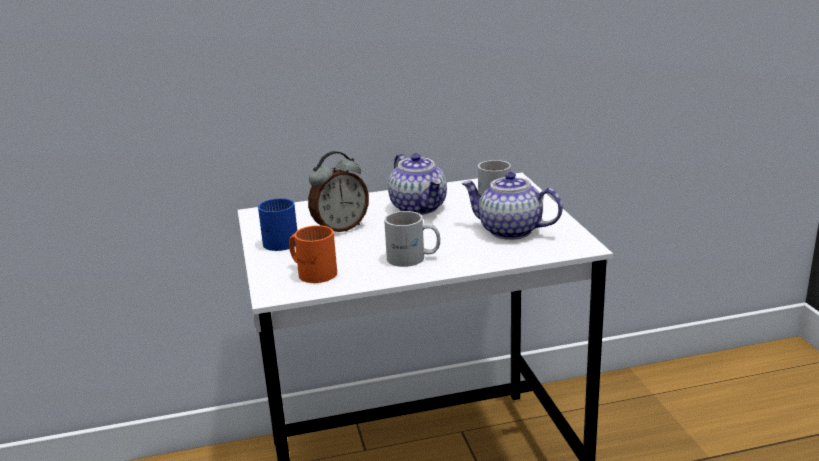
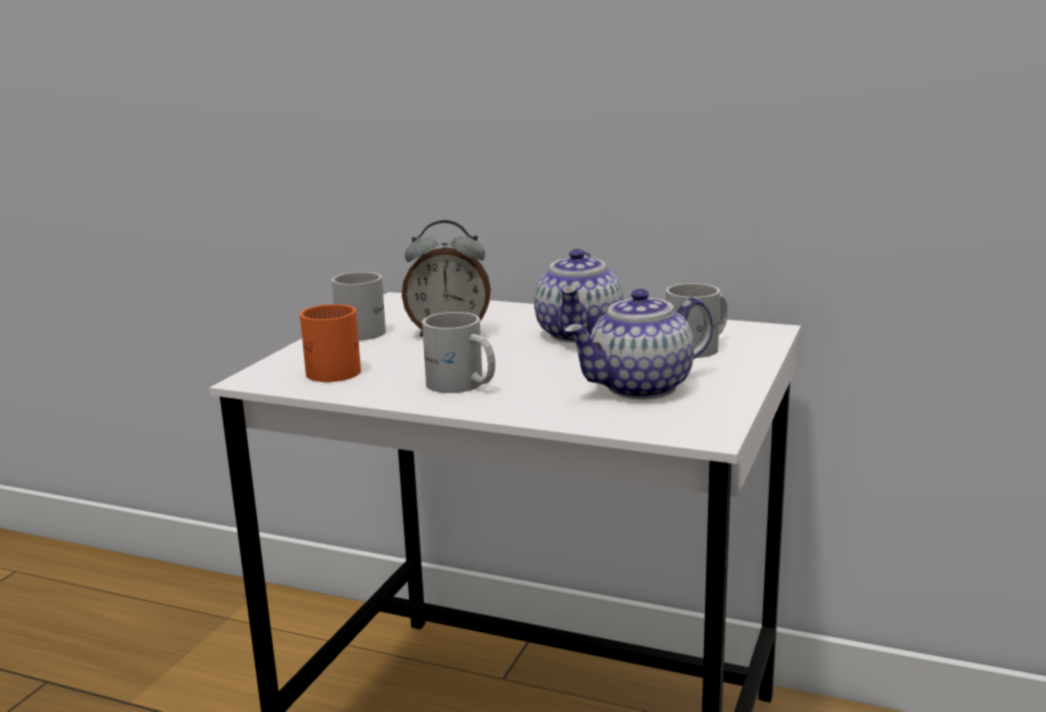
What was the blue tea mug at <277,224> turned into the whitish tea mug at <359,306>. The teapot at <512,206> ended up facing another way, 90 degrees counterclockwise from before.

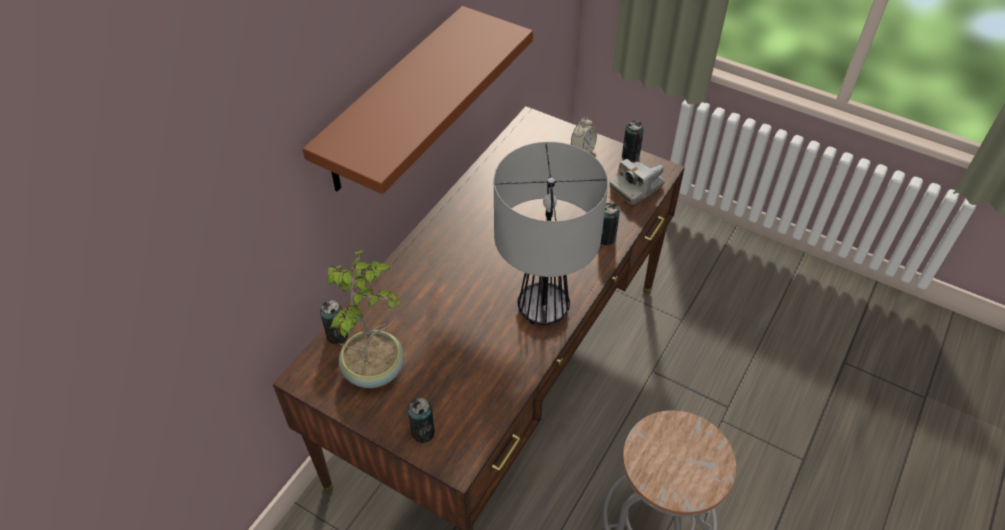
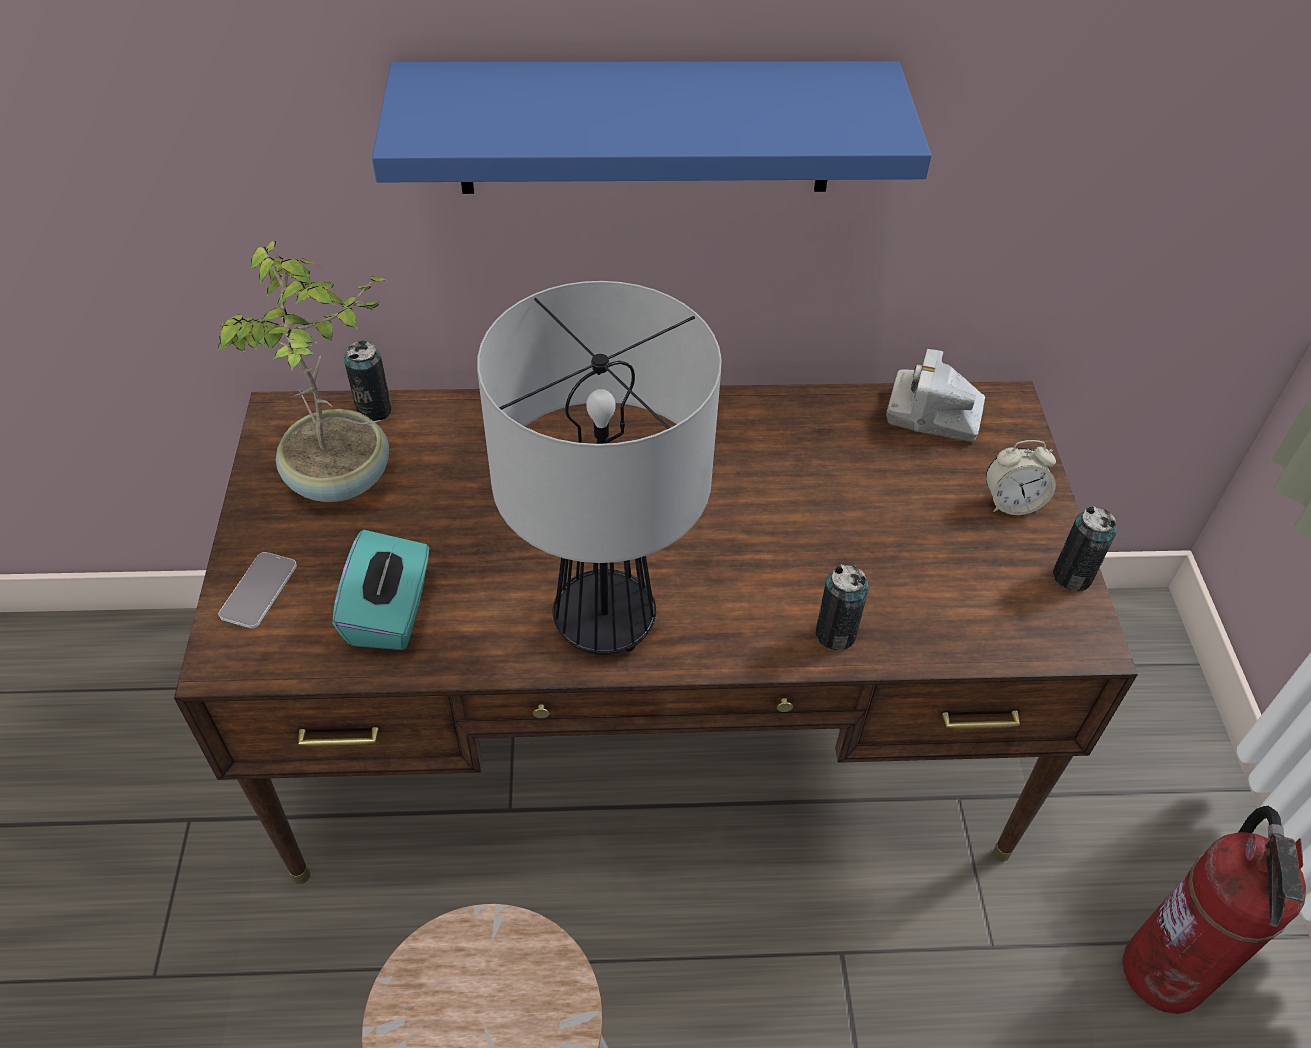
Where the can stood at <421,420>, the handset came to stand at <258,590>. The second view gained the blue-green tissue box at <380,590>. What was the brownish shelf at <418,100> turned into the blue shelf at <651,127>. The photo camera ended up elsewhere, having gone from <637,182> to <935,395>. The second view gained the fire extinguisher at <1214,910>.

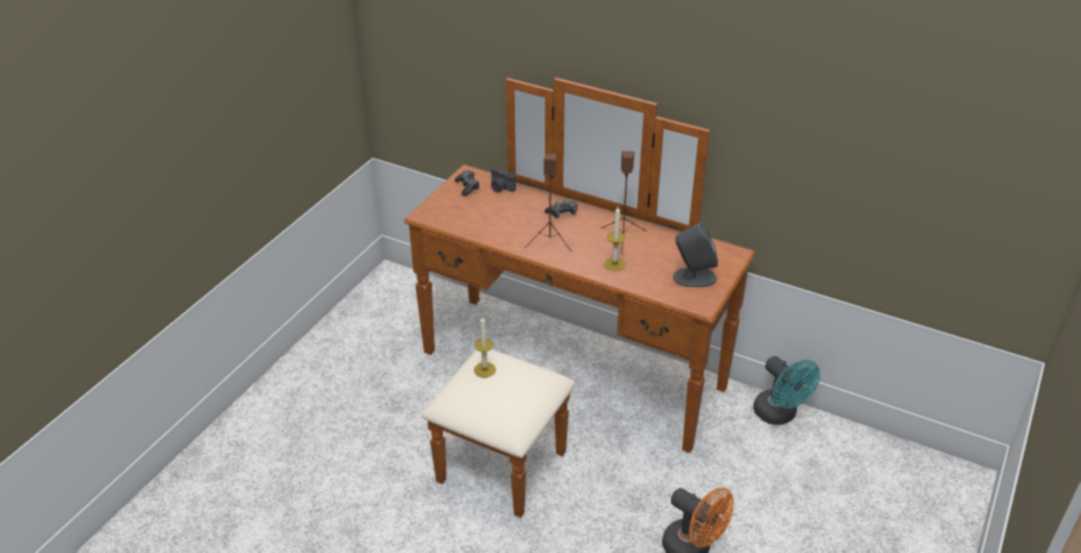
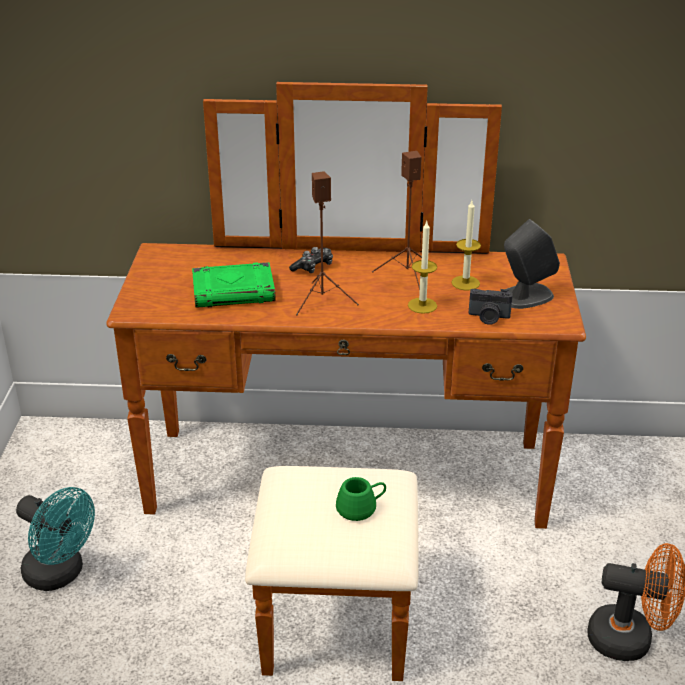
The blue-green fan ended up elsewhere, having gone from <786,390> to <55,539>. The second view gained the green-coloured volume at <234,285>. The second view gained the green-coloured tea mug at <361,499>. The candle ended up elsewhere, having gone from <485,347> to <466,246>. The photo camera ended up elsewhere, having gone from <503,180> to <491,307>. The second view lost the joypad at <467,183>.

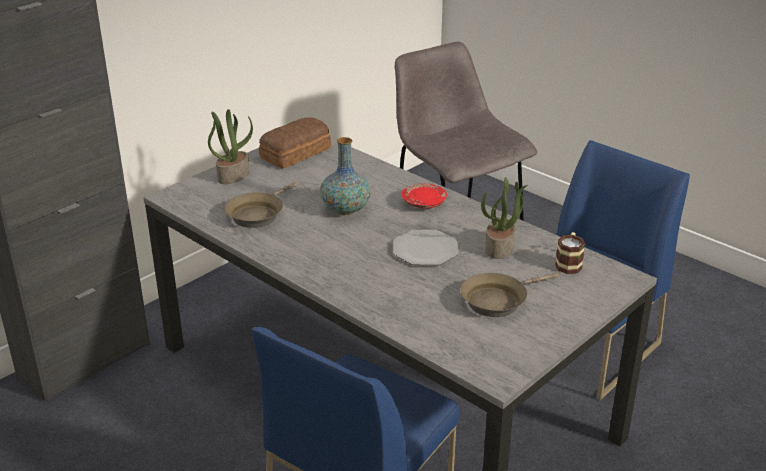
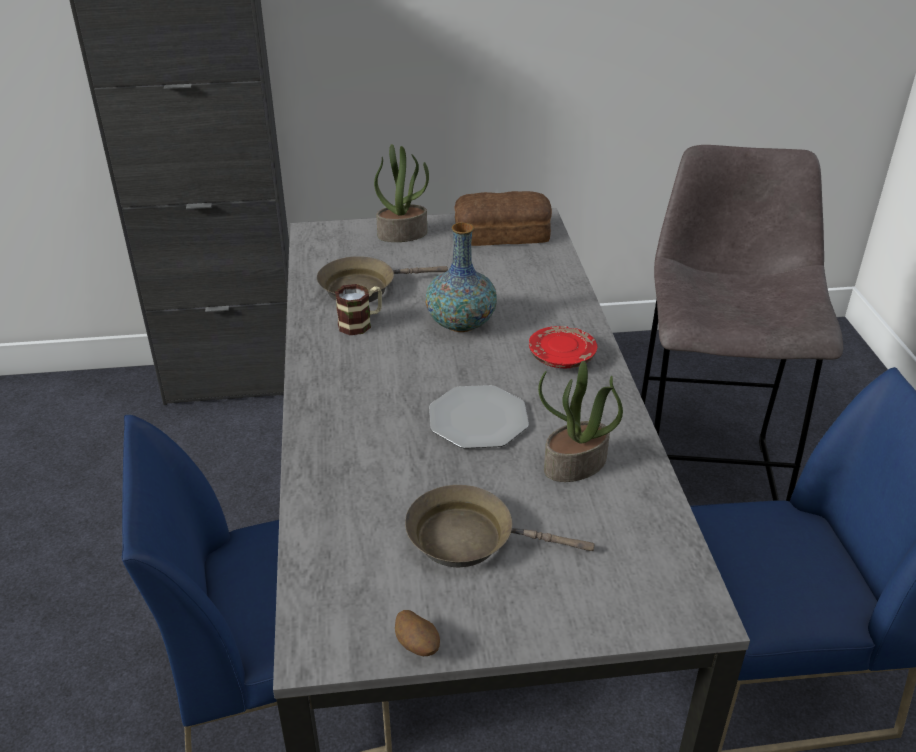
The tea mug ended up elsewhere, having gone from <570,253> to <358,309>. The second view gained the potato at <417,633>.

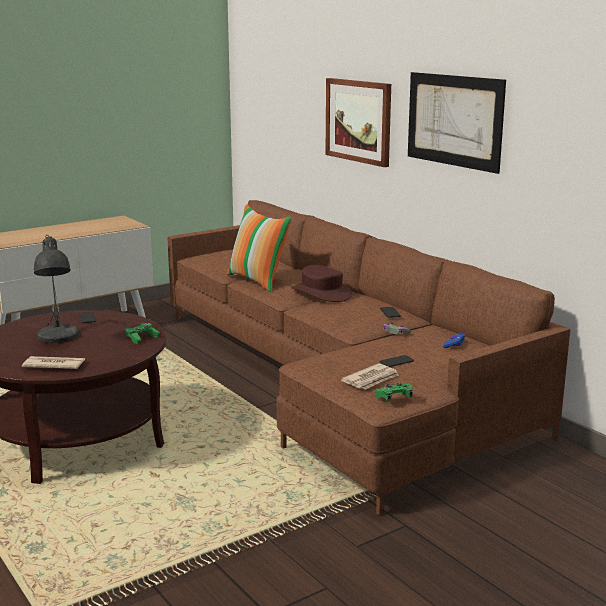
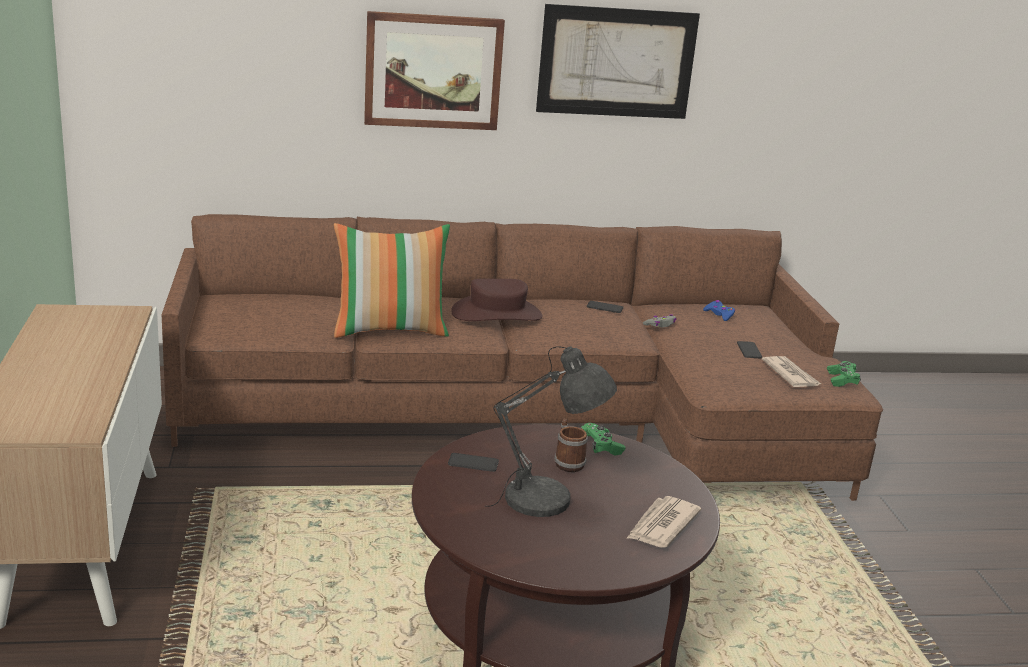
The second view gained the tea mug at <571,445>.

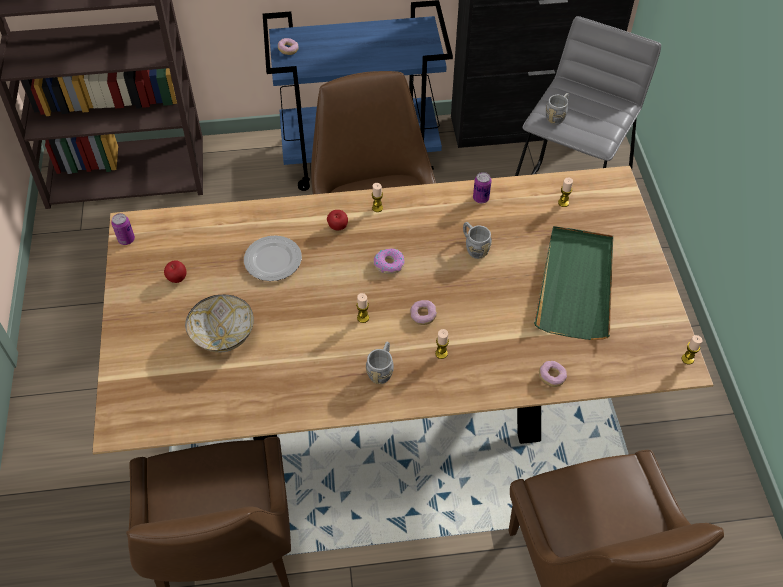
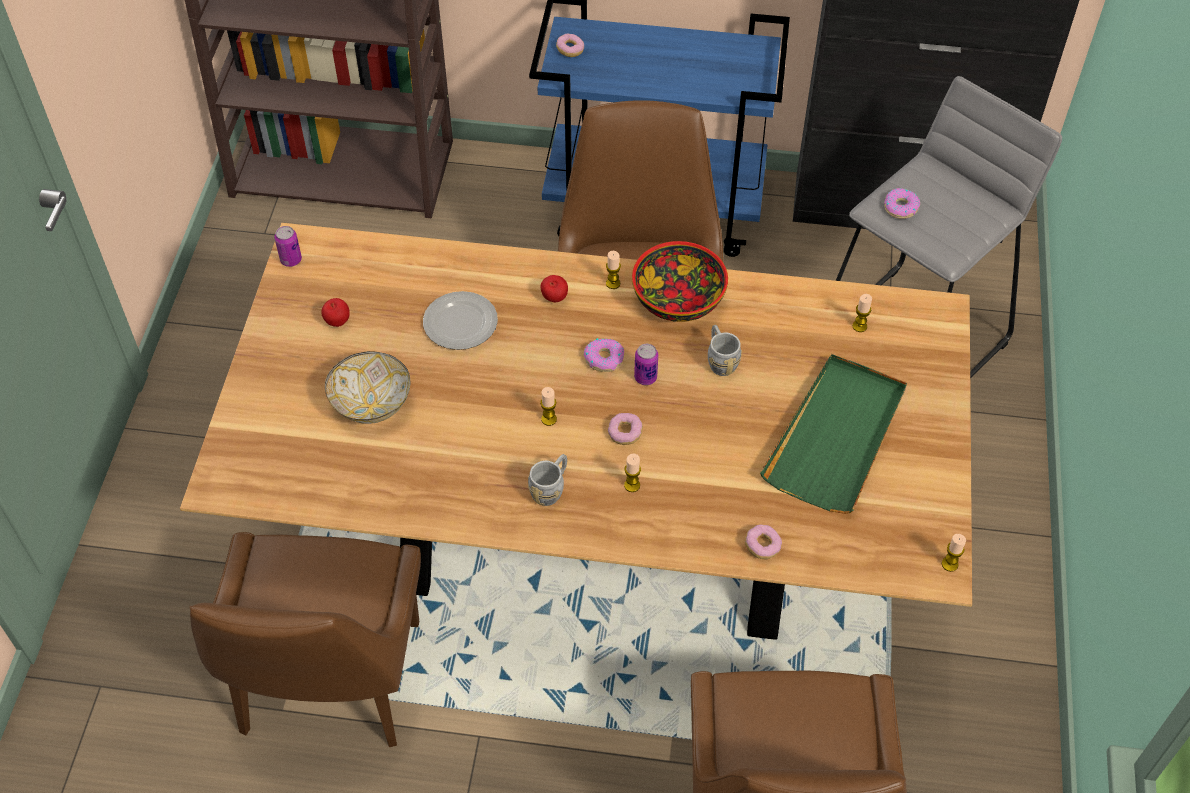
The second view gained the bowl at <680,281>. The can ended up elsewhere, having gone from <482,187> to <646,364>. Where the greyish tea mug stood at <557,109>, the ring doughnut came to stand at <902,203>.

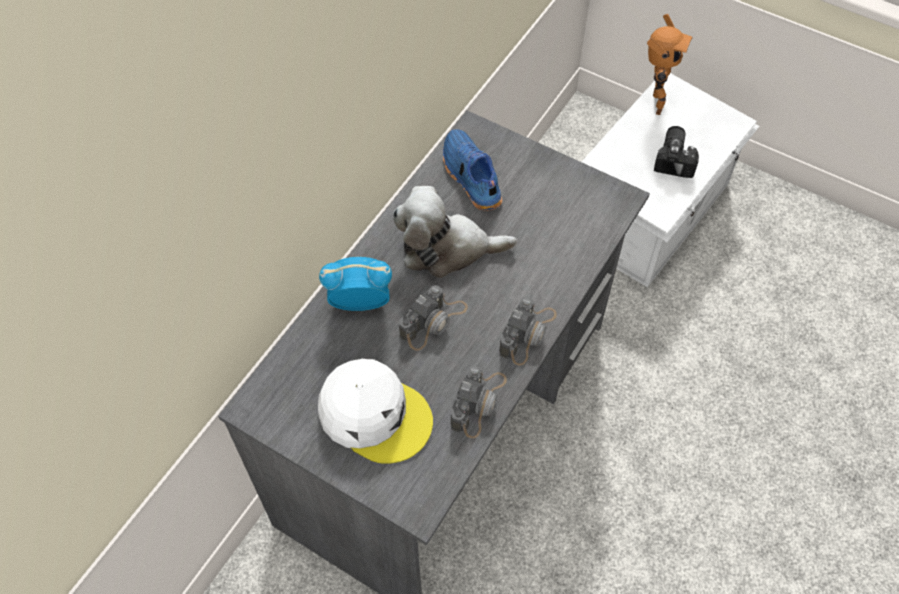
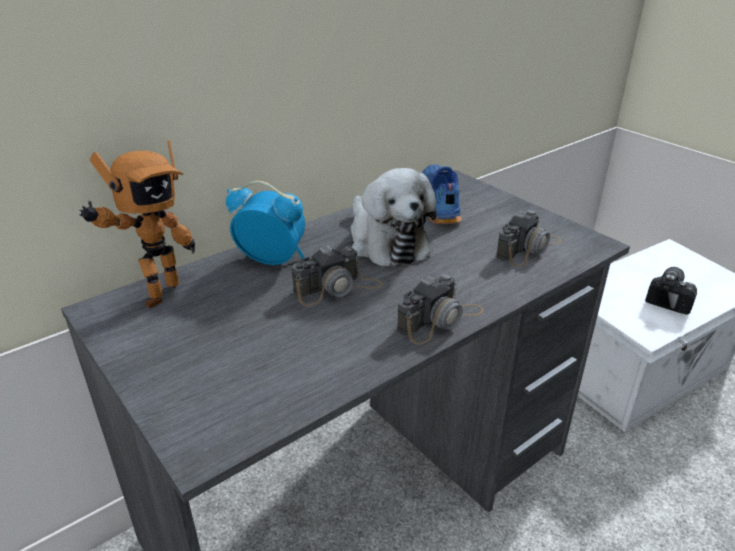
The toy robot ended up elsewhere, having gone from <670,64> to <137,224>. The plush toy at <455,232> ended up facing another way, 135 degrees counterclockwise from before. The photo camera ended up elsewhere, having gone from <478,401> to <528,238>. The second view lost the whitish peaked cap at <375,411>.

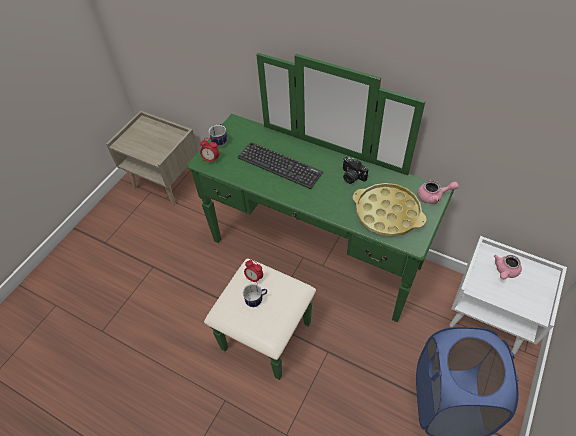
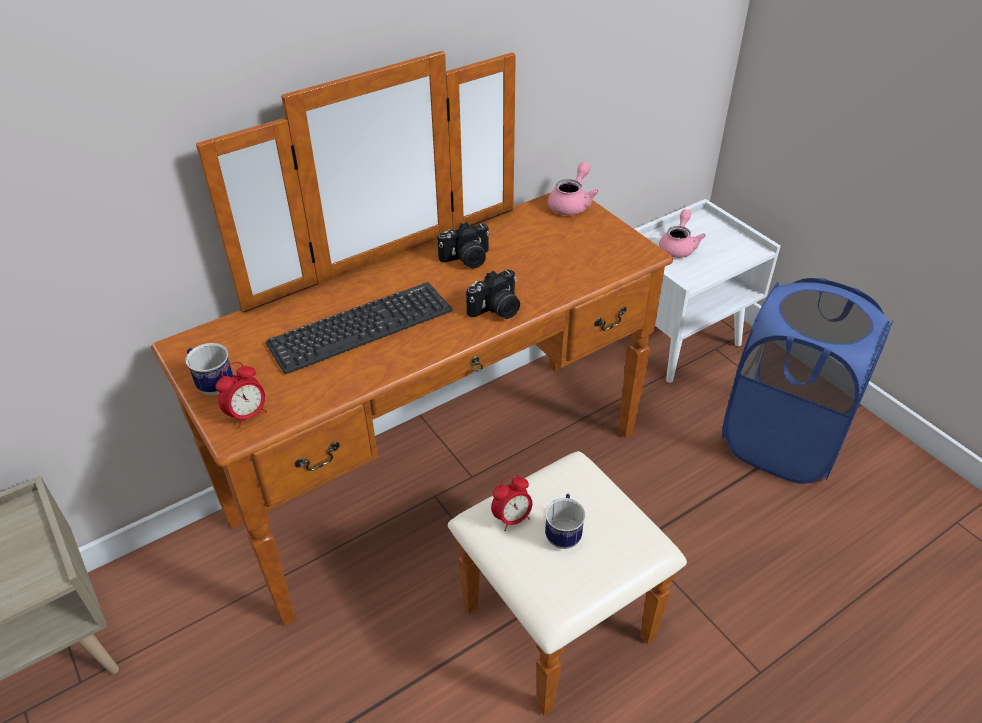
What was the green-coloured drawer chest at <320,216> turned into the brownish drawer chest at <419,383>. The second view gained the photo camera at <493,294>. The pink-coloured teapot at <508,267> ended up facing another way, 135 degrees counterclockwise from before. The second view lost the yellow-coloured tray at <390,210>.

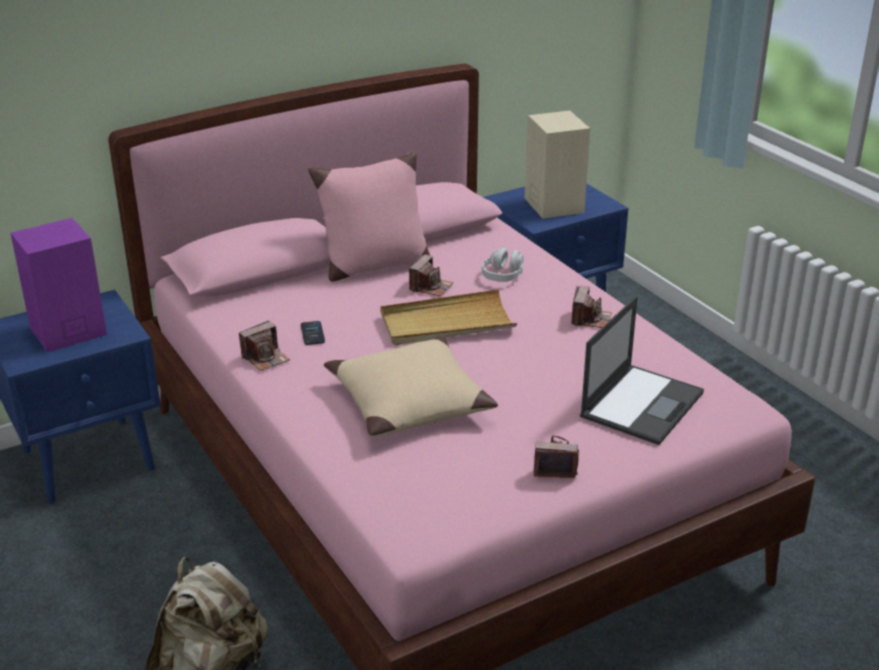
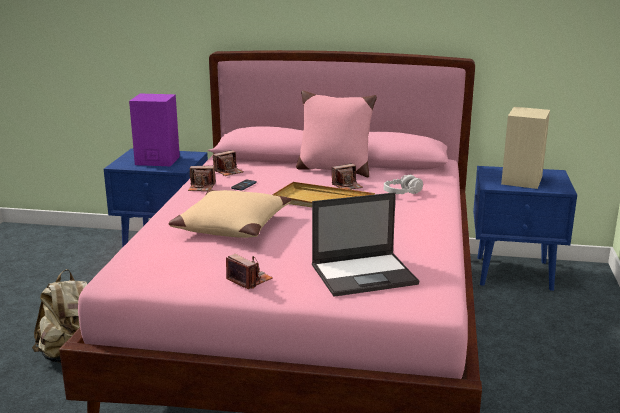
The photo camera ended up elsewhere, having gone from <591,307> to <228,163>.

